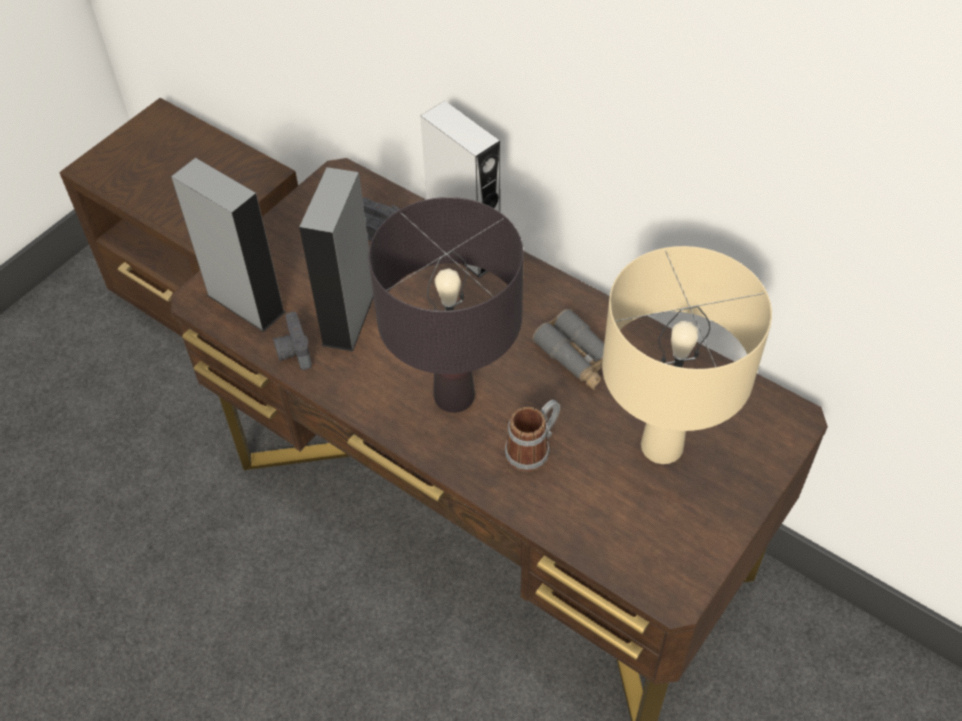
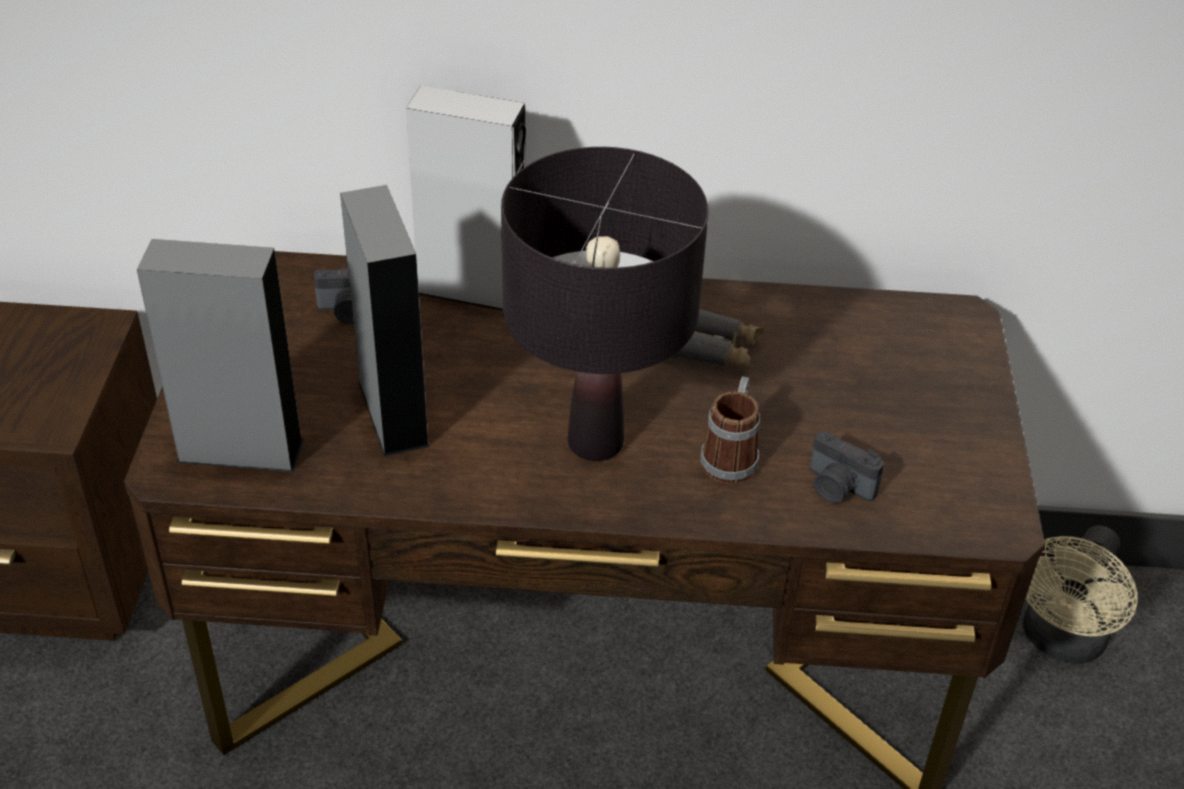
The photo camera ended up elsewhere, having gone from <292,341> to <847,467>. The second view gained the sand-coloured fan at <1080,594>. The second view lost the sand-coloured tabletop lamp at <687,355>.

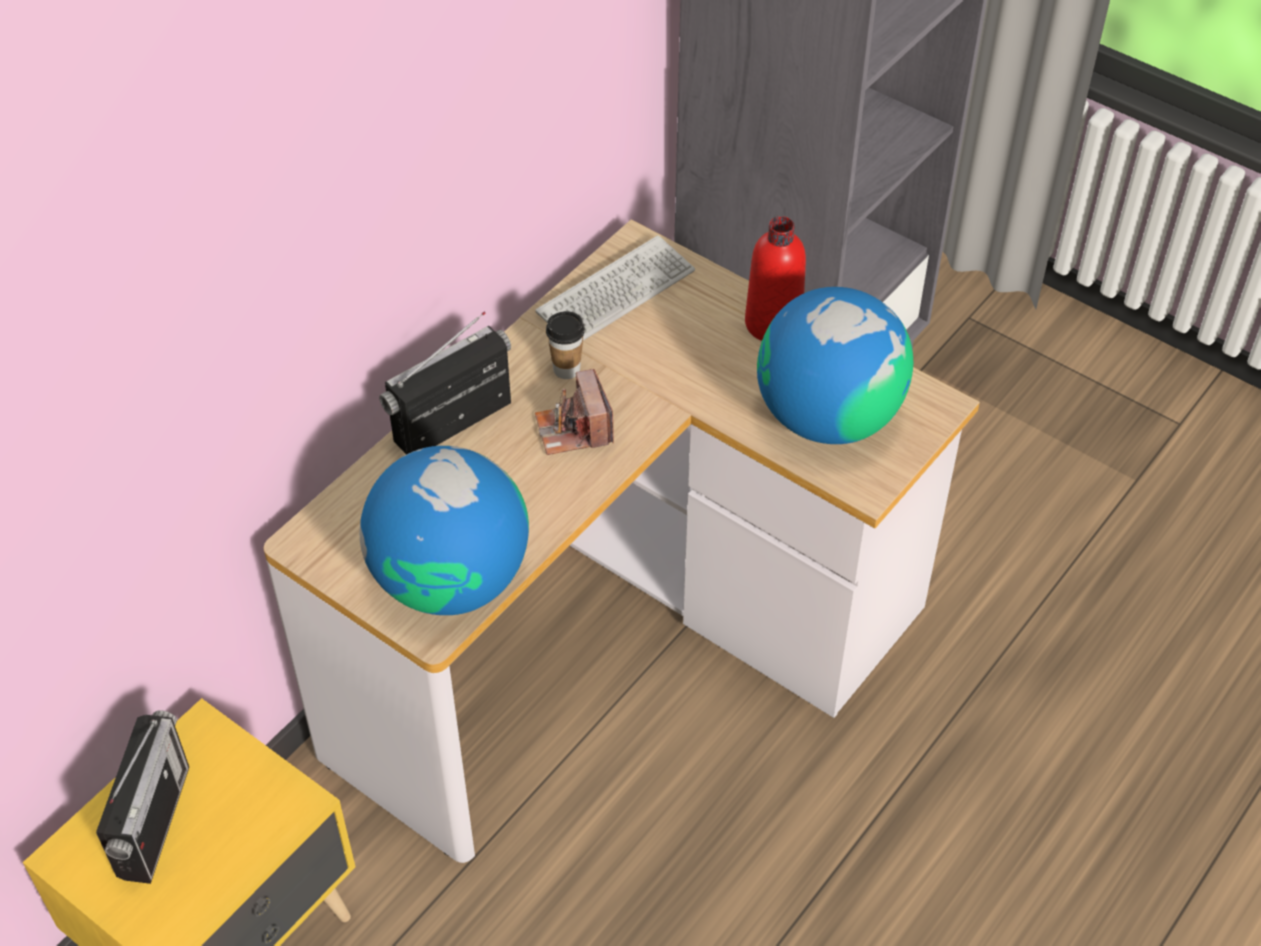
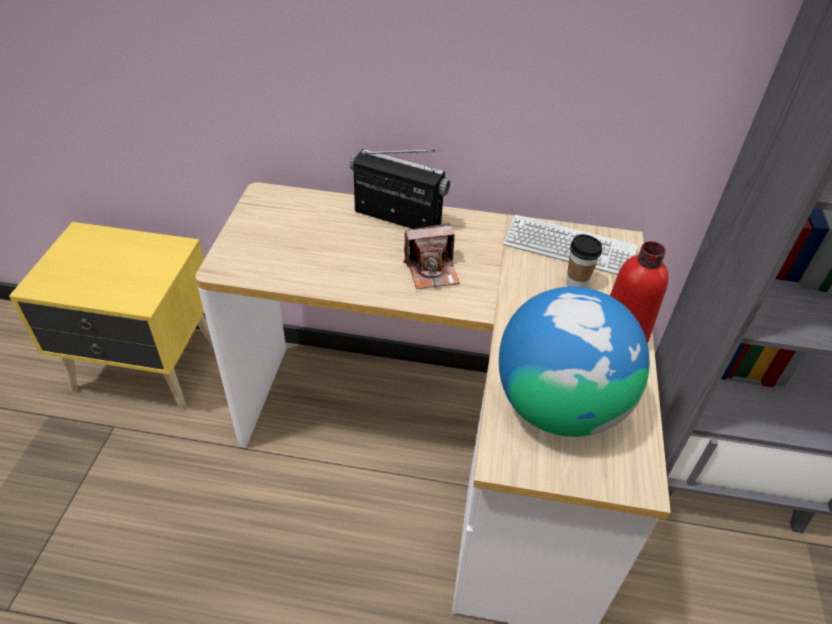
The photo camera at <574,412> ended up facing another way, 150 degrees counterclockwise from before. The drinking cup ended up elsewhere, having gone from <565,345> to <584,261>. The second view lost the radio receiver at <142,797>. The second view lost the globe at <444,530>.

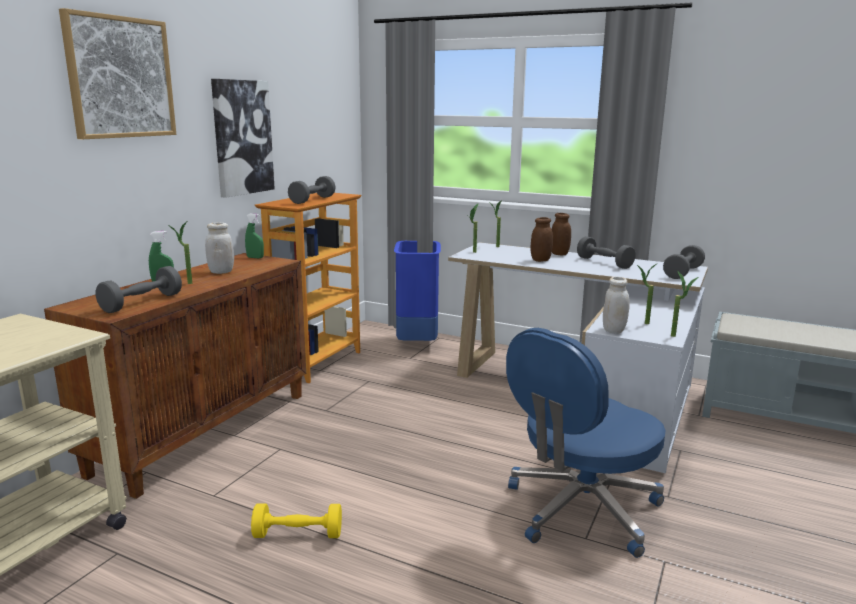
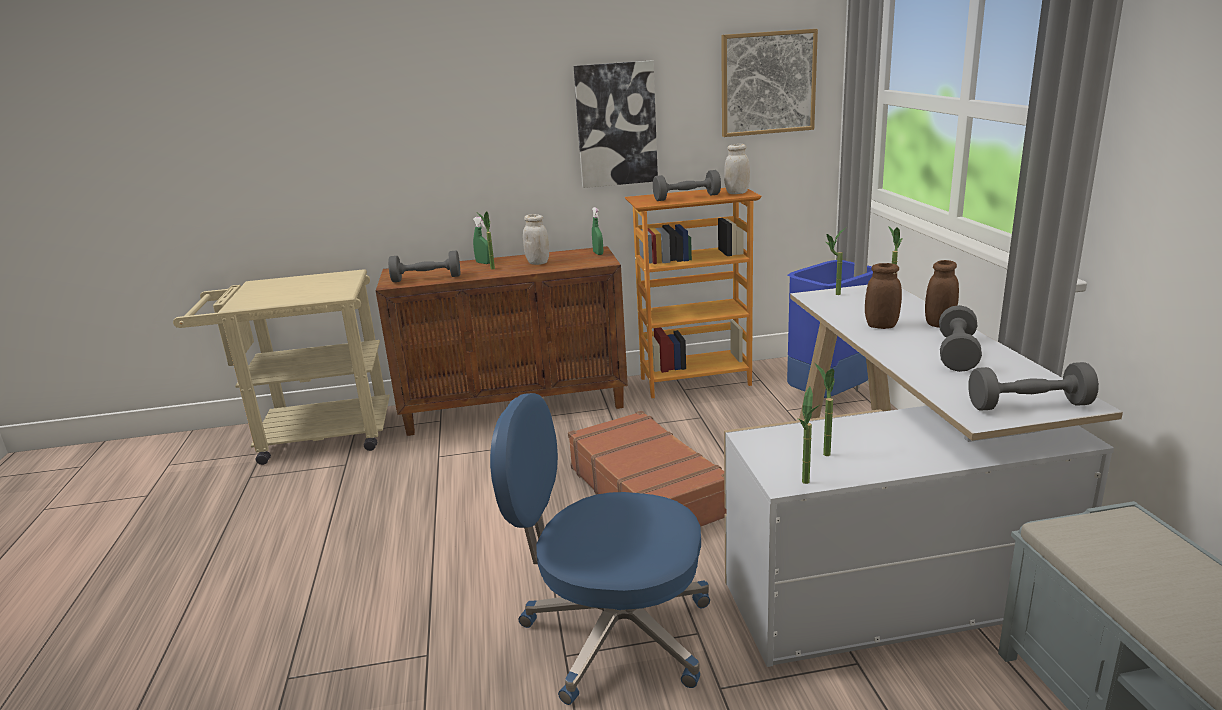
The second view gained the brownish piece of luggage at <647,469>. The wall art ended up elsewhere, having gone from <117,73> to <769,83>. The whitish jar ended up elsewhere, having gone from <616,305> to <737,169>. The second view lost the yellow-coloured dumbbell at <296,521>.

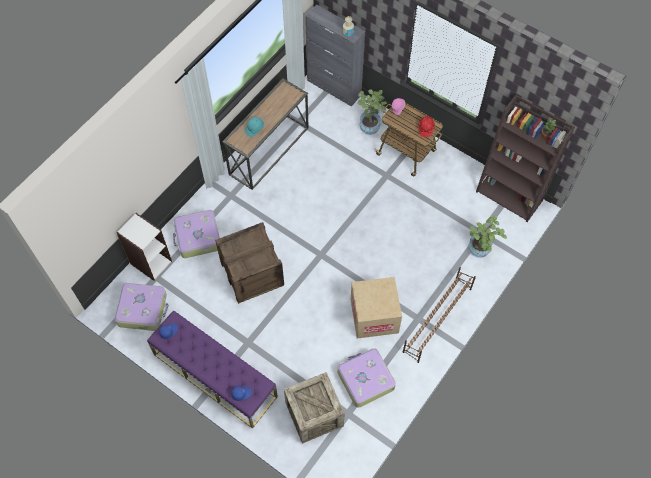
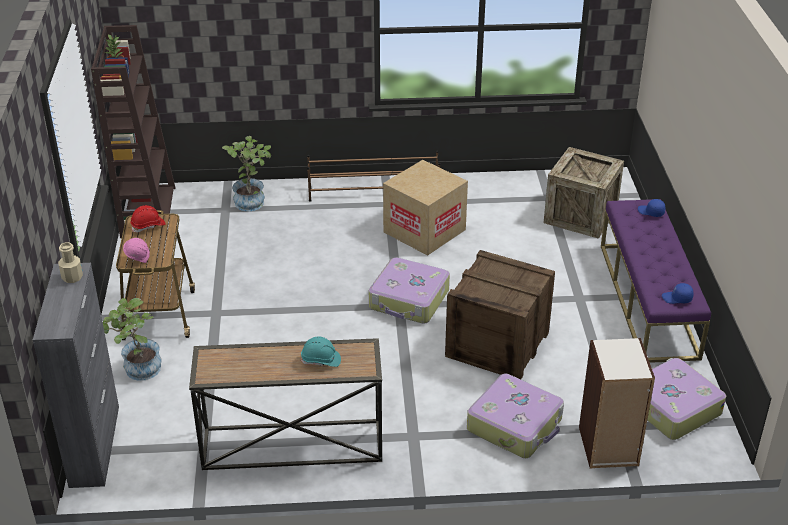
The piece of luggage ended up elsewhere, having gone from <367,378> to <409,290>.

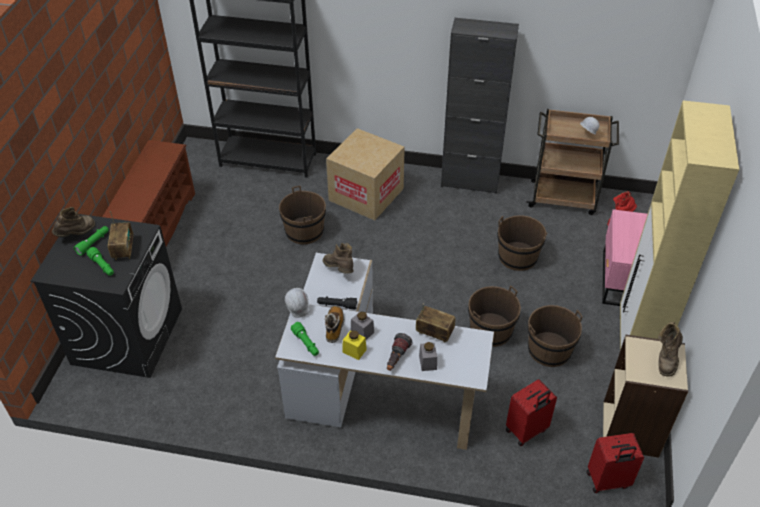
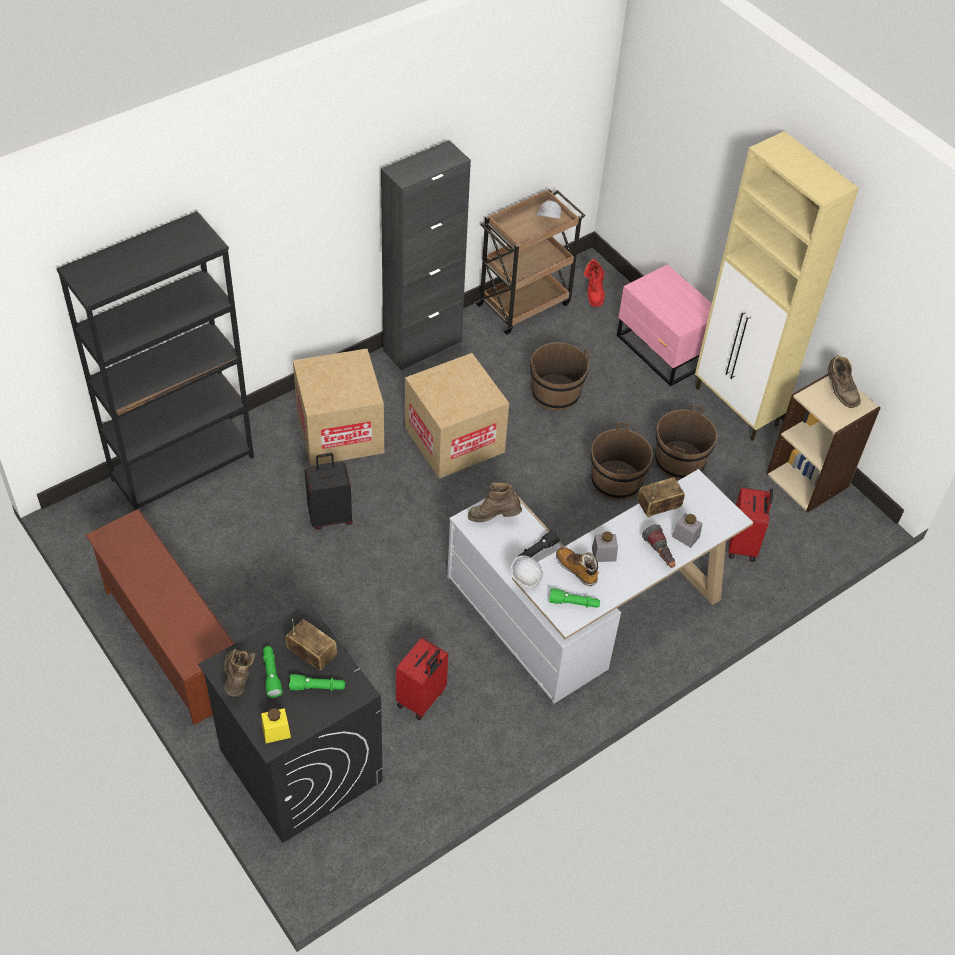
The yellow-coloured jar ended up elsewhere, having gone from <354,345> to <276,725>. Where the brownish water bucket stood at <302,215>, the black-coloured piece of luggage came to stand at <329,491>. The reddish piece of luggage ended up elsewhere, having gone from <615,463> to <422,679>. The second view gained the packing box at <457,416>.

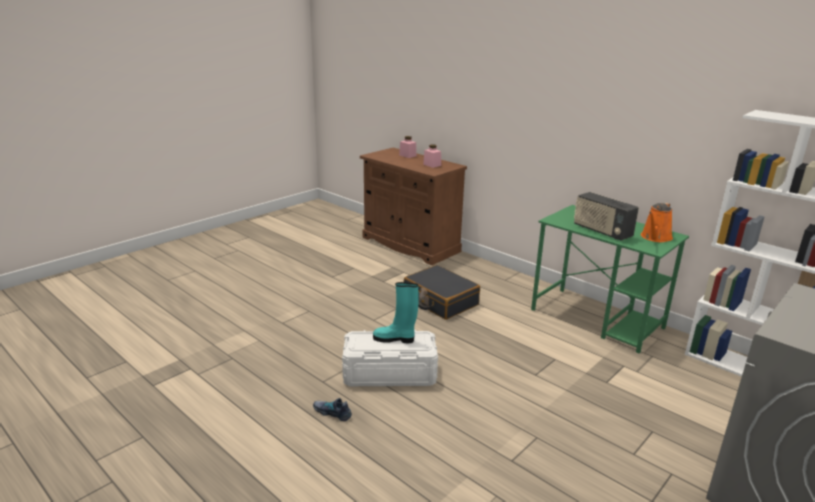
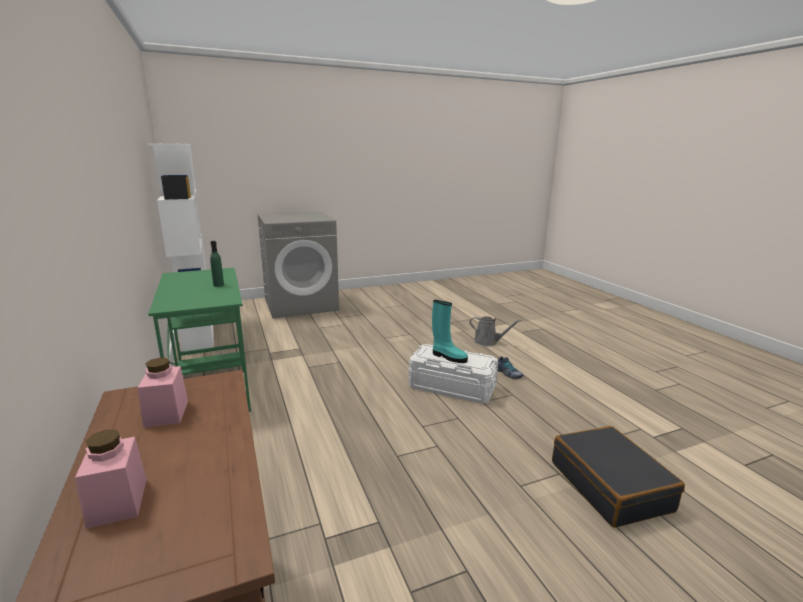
Where the radio receiver stood at <606,216>, the green-coloured bottle came to stand at <217,264>. The second view gained the greyish watering can at <495,331>. The black-coloured piece of luggage ended up elsewhere, having gone from <442,292> to <618,477>. The second view lost the orangey watering can at <657,222>.

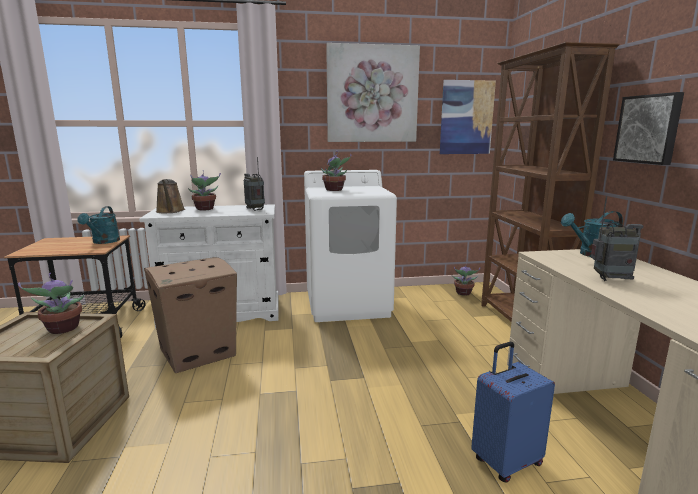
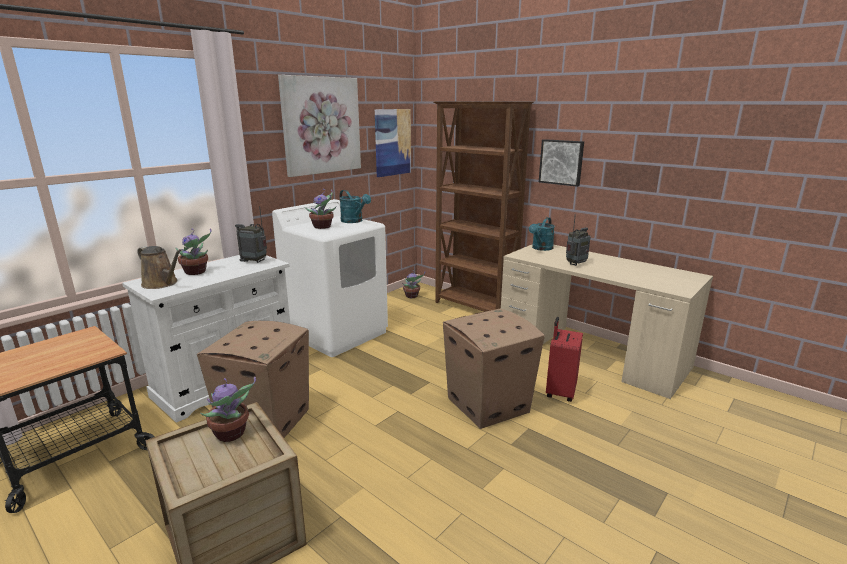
The blue-green watering can ended up elsewhere, having gone from <98,225> to <355,206>. The second view gained the packing box at <494,369>. What was the blue piece of luggage at <513,412> turned into the reddish piece of luggage at <564,359>.

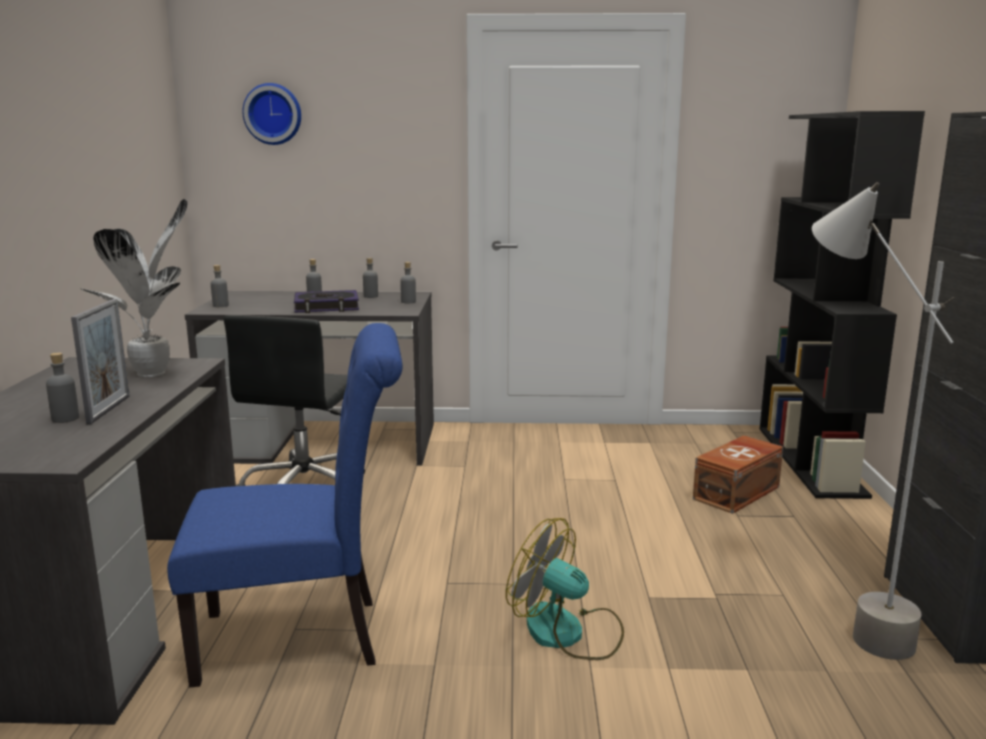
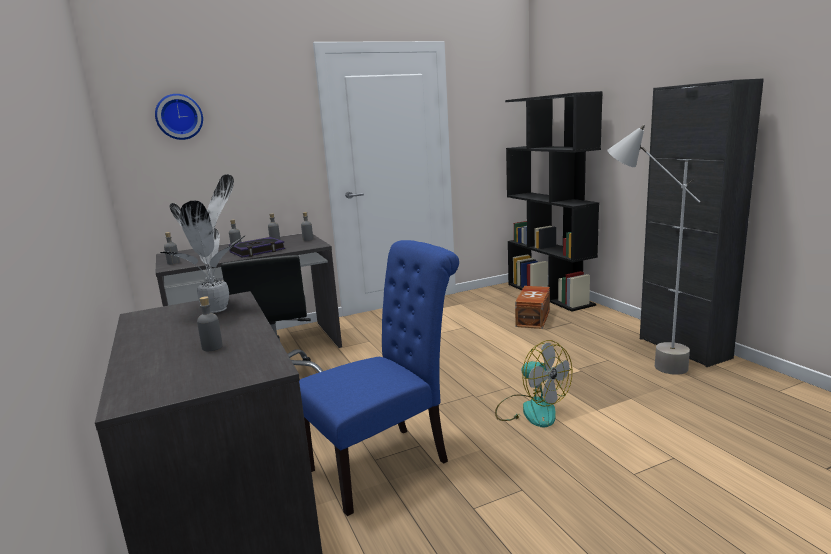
The fan at <565,589> ended up facing another way, 135 degrees counterclockwise from before. The second view lost the photo frame at <100,361>.

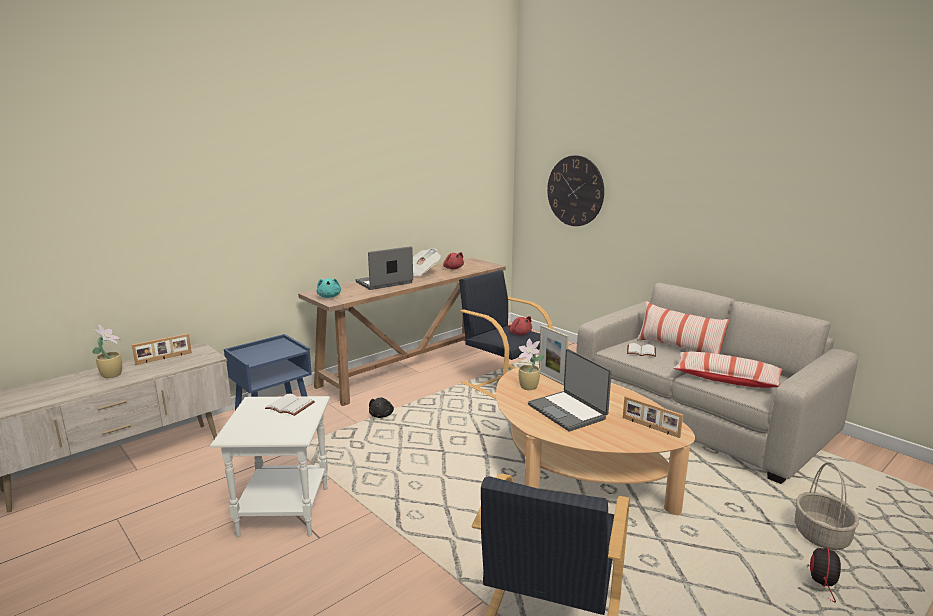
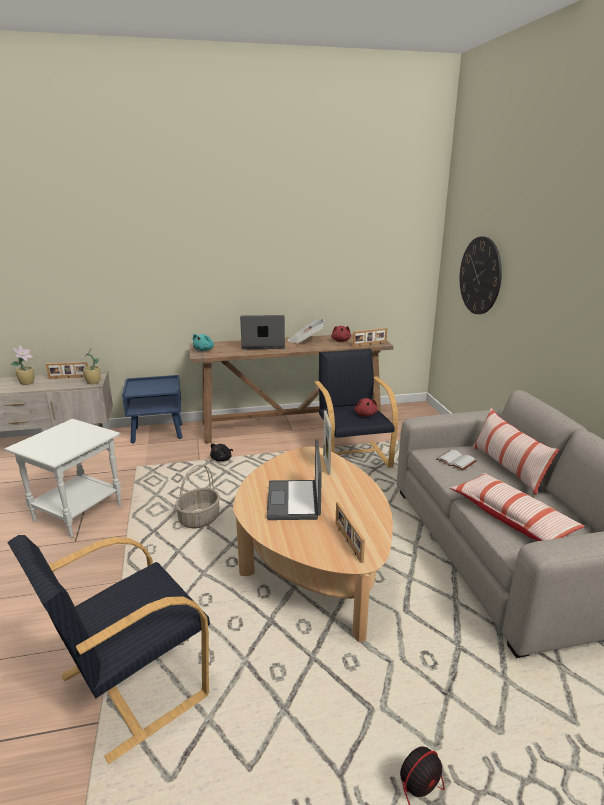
The houseplant ended up elsewhere, having gone from <531,364> to <90,365>. The storage basket ended up elsewhere, having gone from <827,506> to <197,496>. The second view gained the photo frame at <370,337>. The second view lost the whitish volume at <290,405>.

